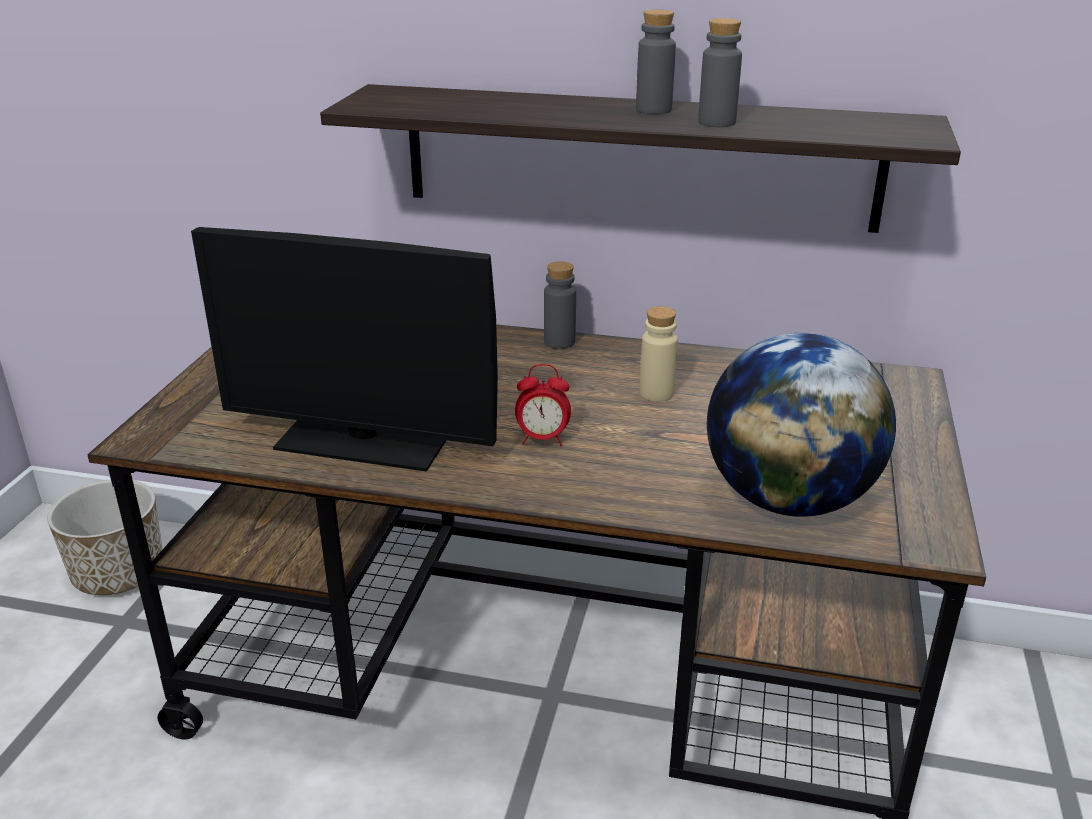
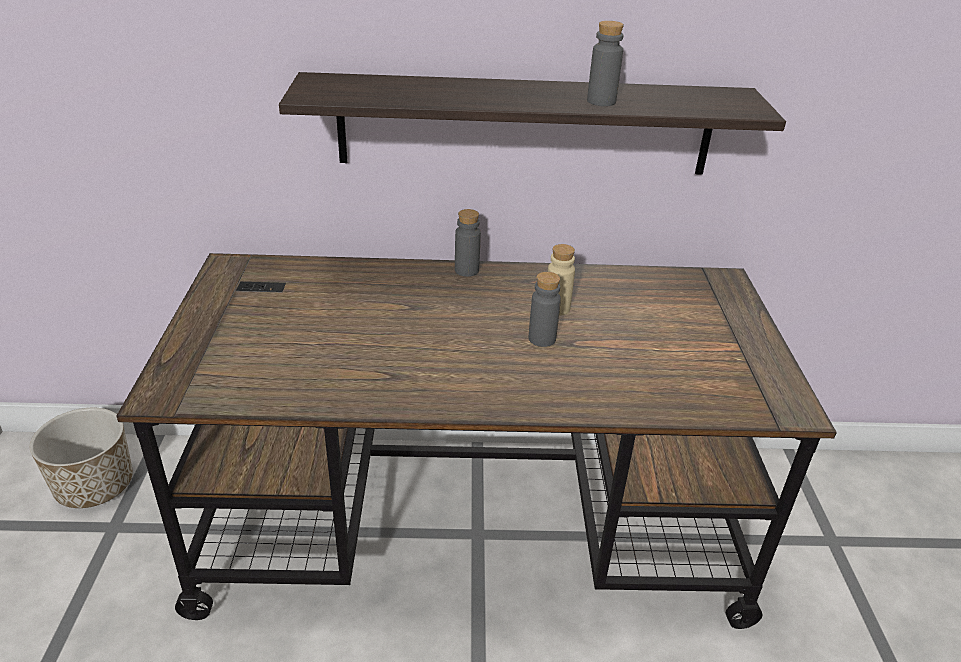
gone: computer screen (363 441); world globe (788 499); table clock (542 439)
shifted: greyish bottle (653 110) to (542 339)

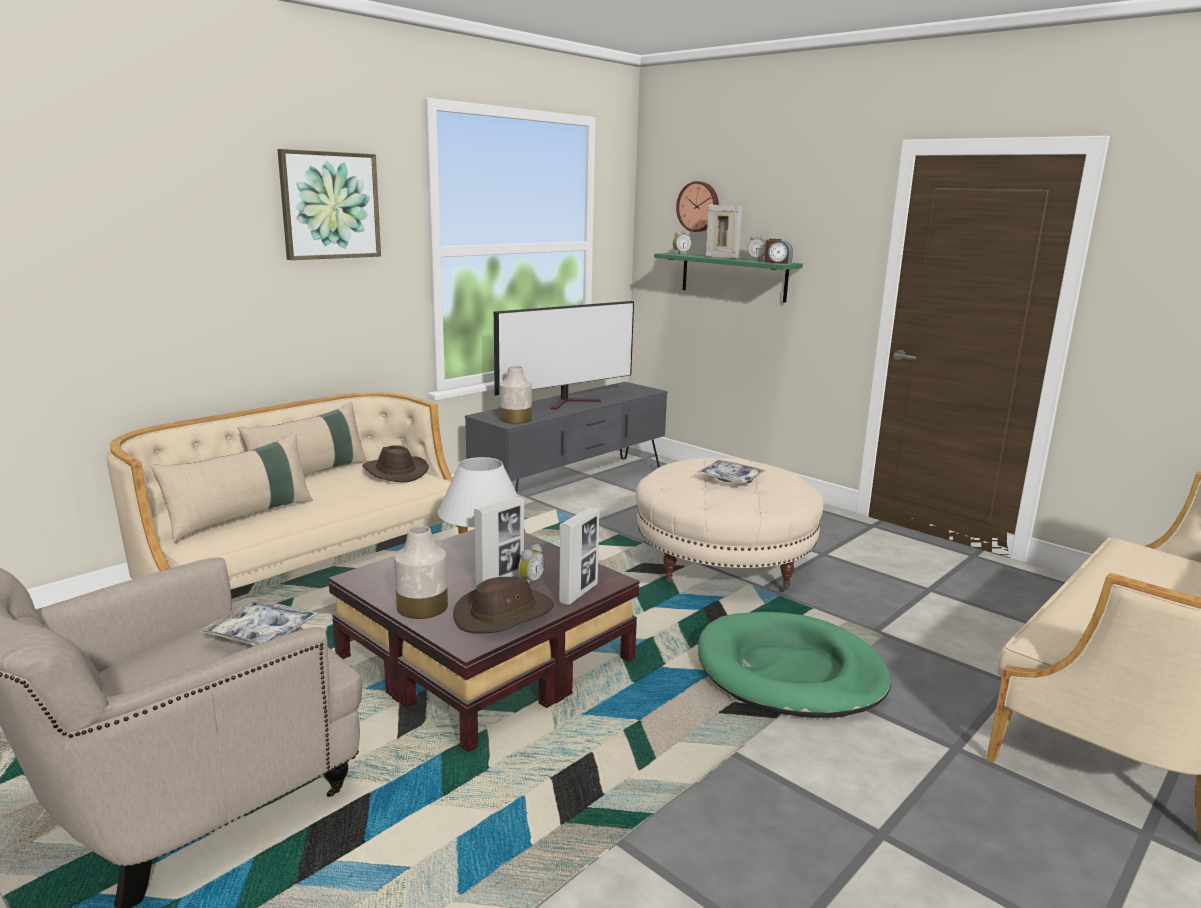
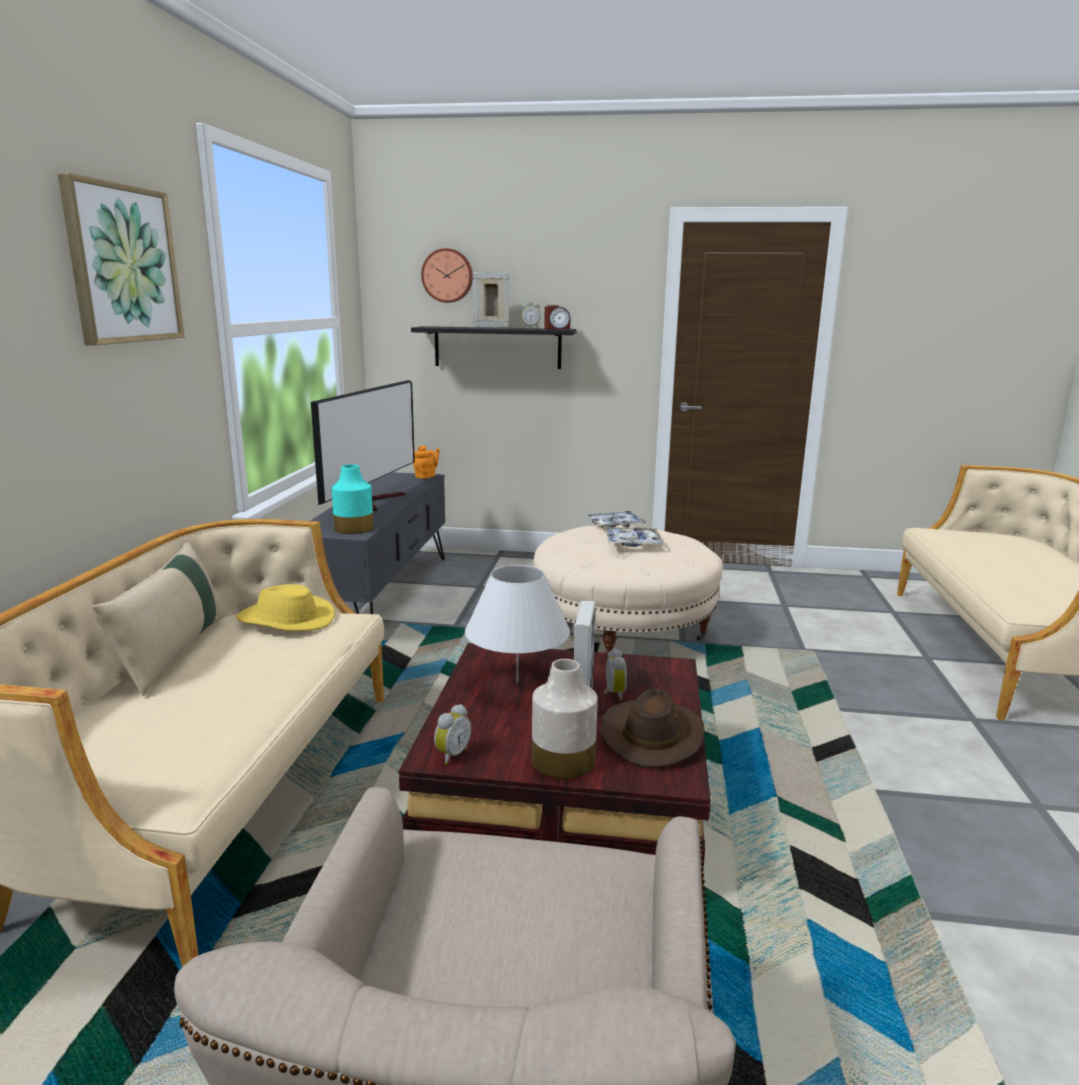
gone: sand-coloured pillow (241 517); photo frame (578 593); green dog cushion (790 672)
new: orange tea pot (426 476)
shifted: table clock (680 254) to (451 755); carrying tray (261 633) to (615 525)
repainted: green bracket shelf (733 276) to blackish bracket shelf (497 347); sand-coloured decorative vase (516 419) to blue-green decorative vase (354 528); brownish wearable hat (394 472) to yellow wearable hat (285 620)

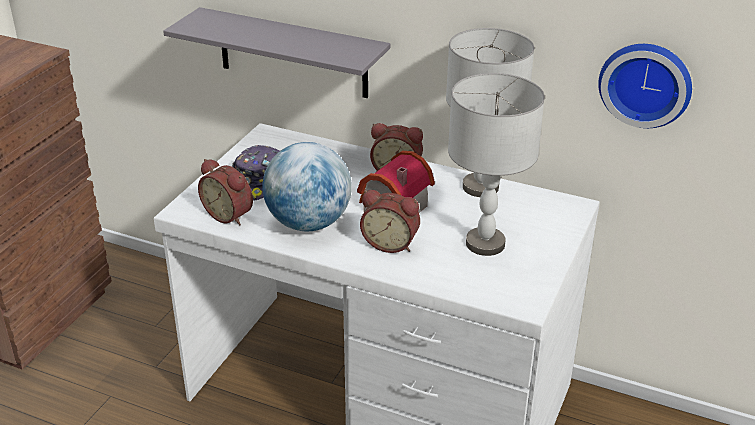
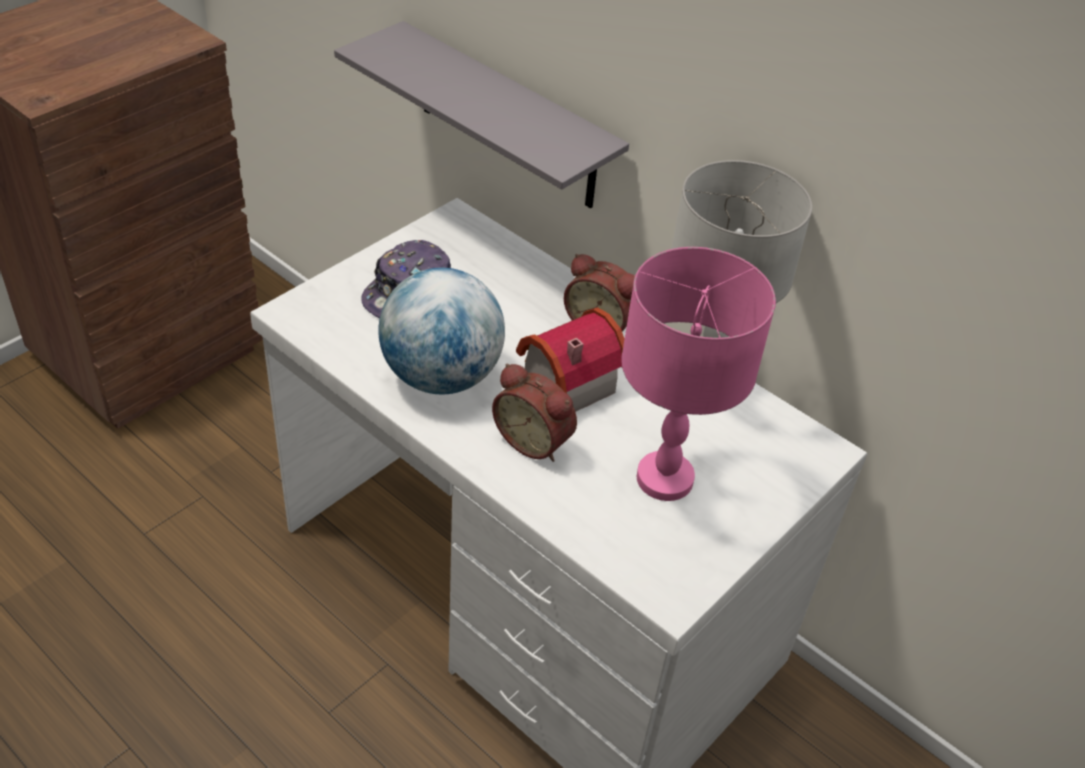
gone: wall clock (646 83); table clock (230 214)
repainted: greyish table lamp (485 244) to pink table lamp (665 480)

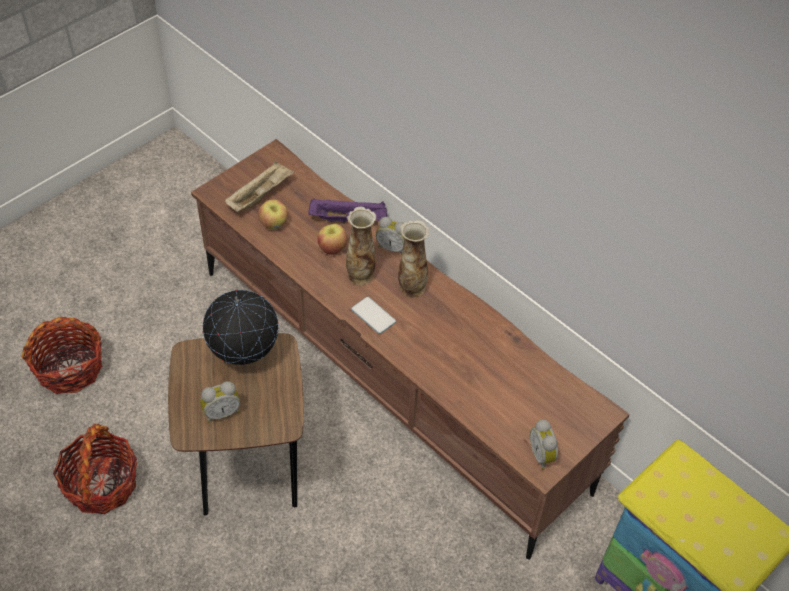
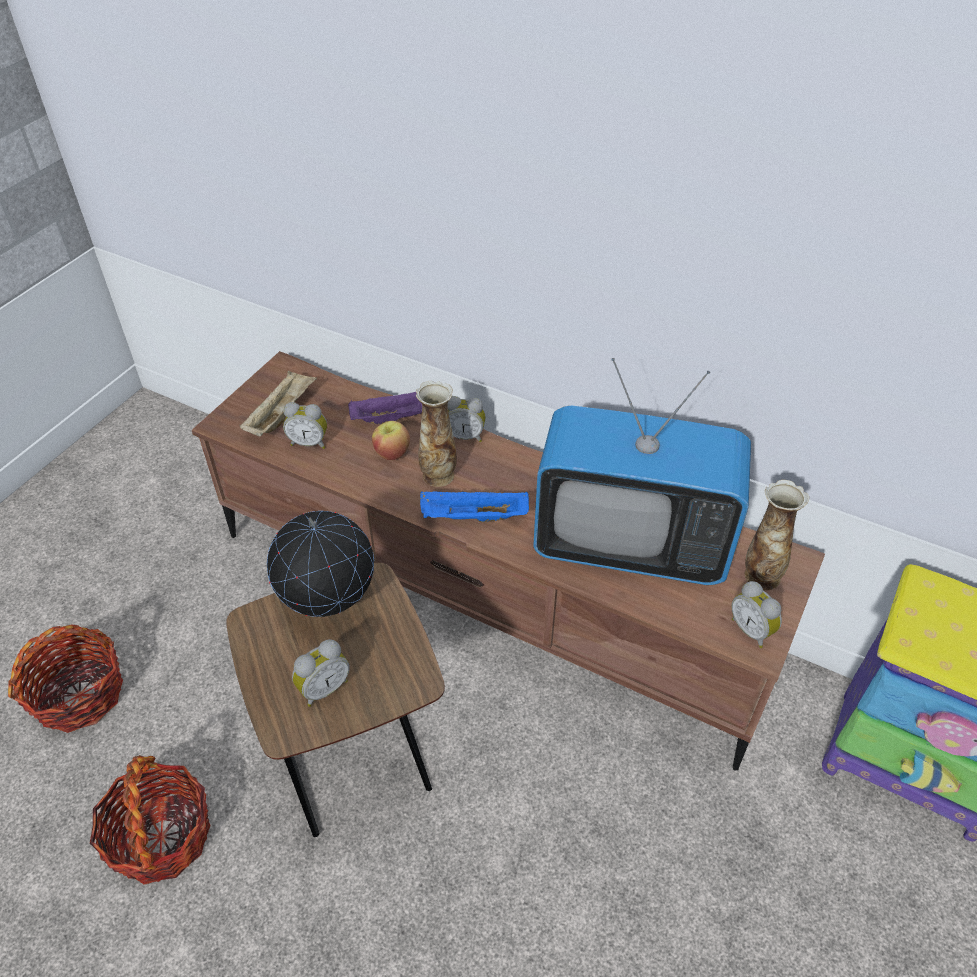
new: TV set (631 544)
shifted: decorative vase (412 287) to (760 575)
swapped: apple (274 224) to table clock (309 442); phone (373 316) to bluish carrying tray (473 518)

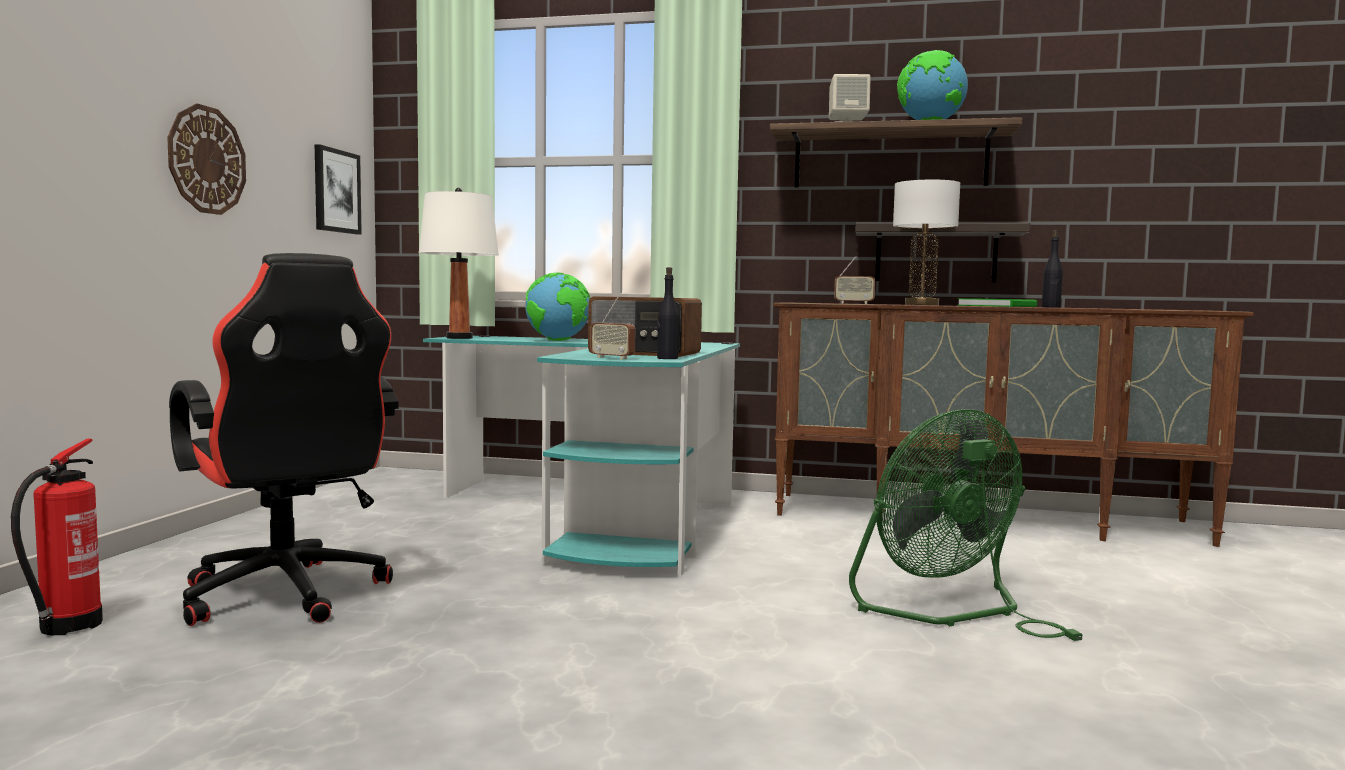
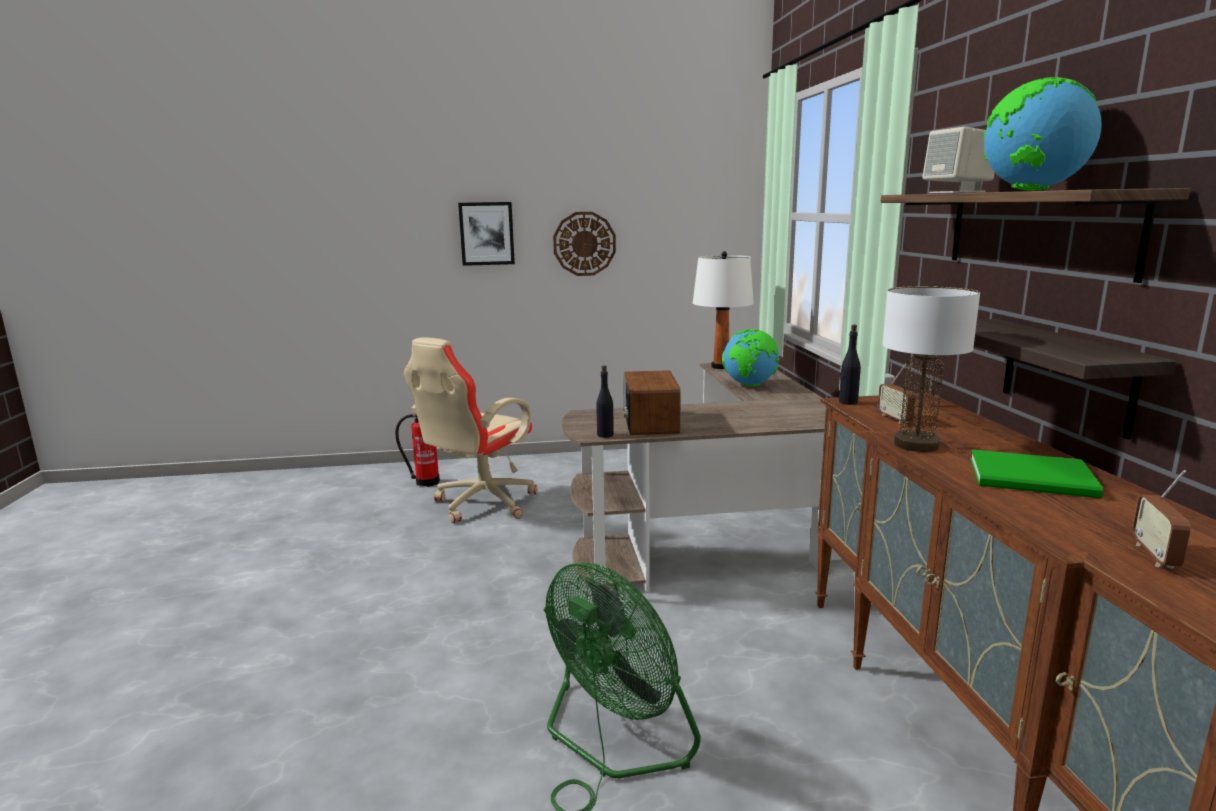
shifted: wall art (336 191) to (487 233); blackish bottle (1051 307) to (847 402); radio (612 358) to (1155 556)
repainted: blackish desk chair (288 600) to sand-coloured desk chair (479 506); blue-green desk unit (605 515) to brownish desk unit (723 536)

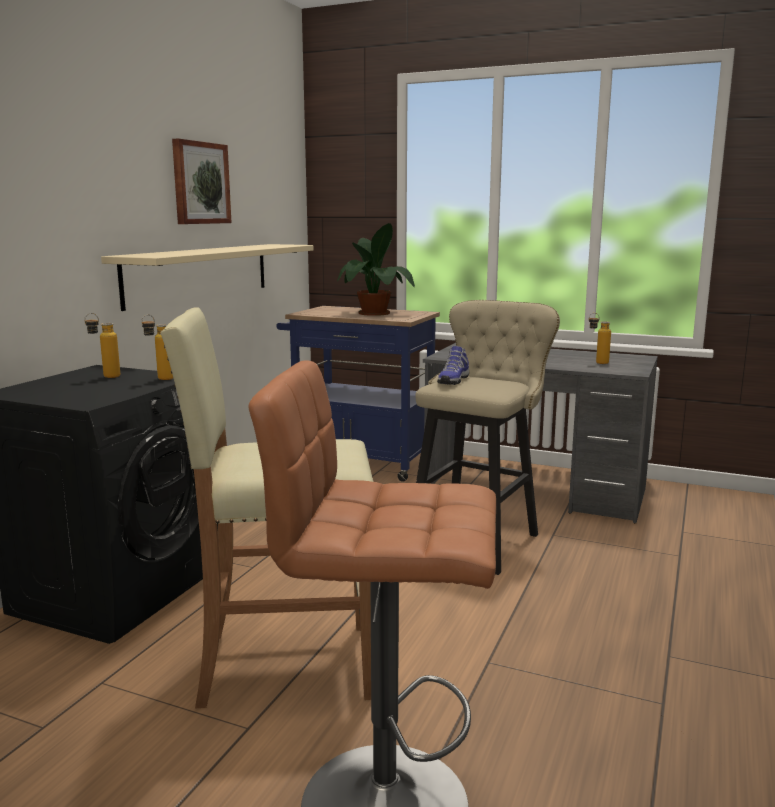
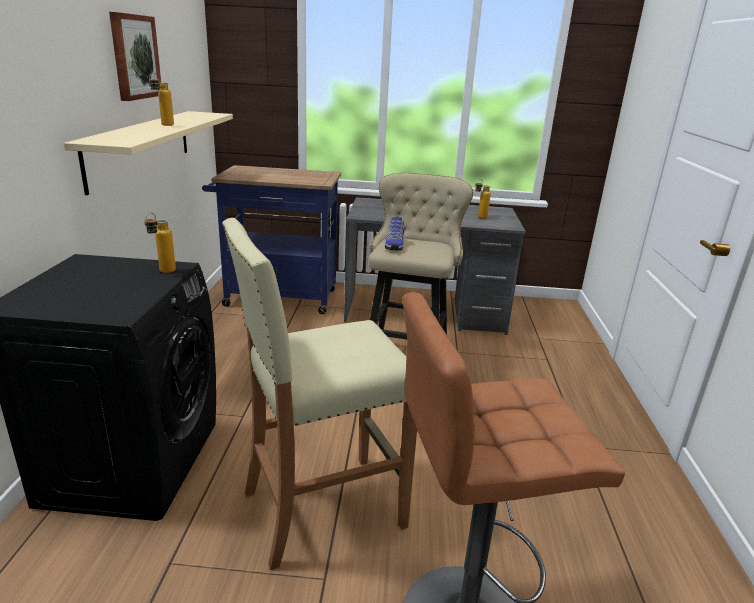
gone: plant in a pot (374 313)
shifted: bottle (105 377) to (163 125)

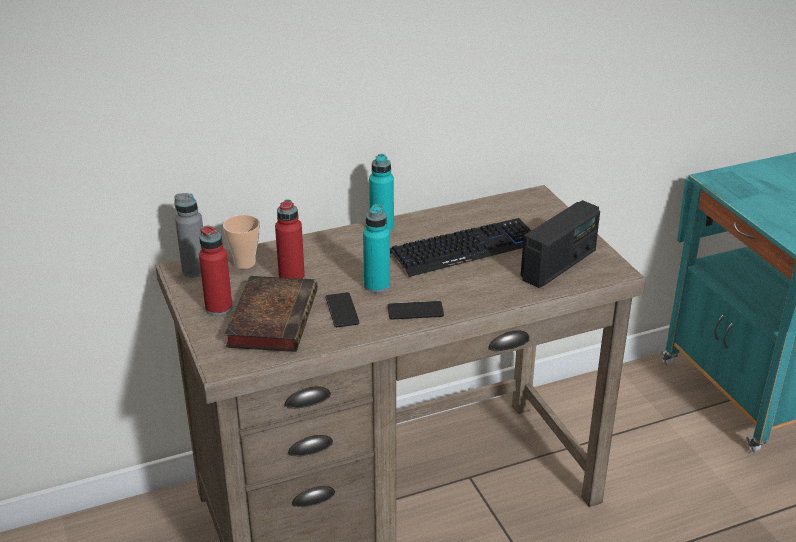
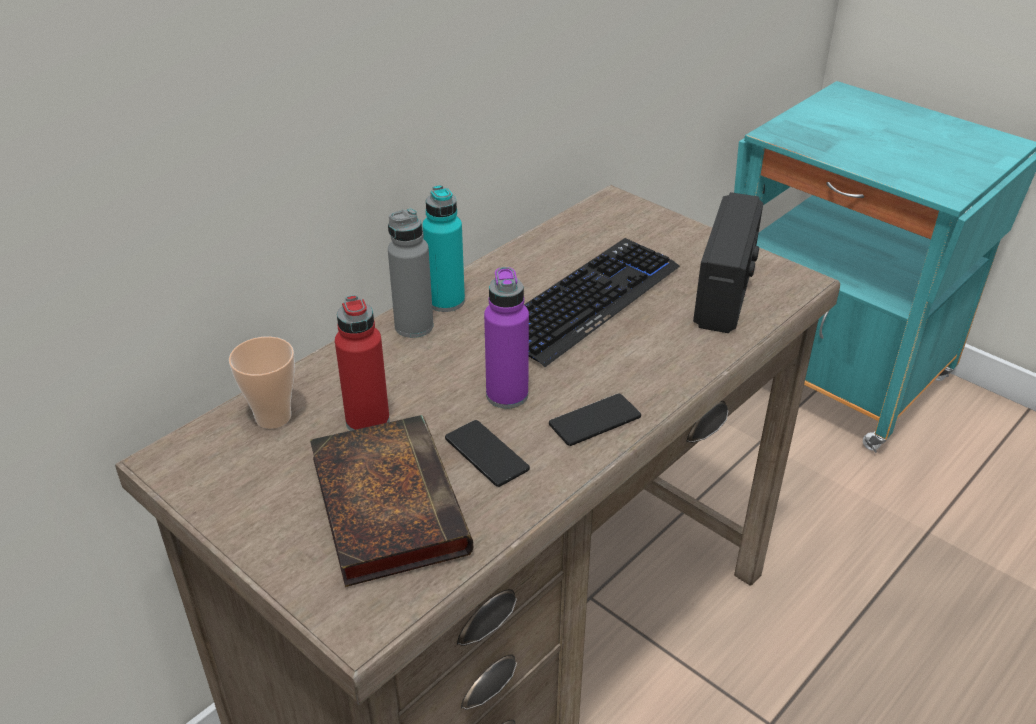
gone: red bottle (219 308)
shifted: greyish bottle (195 270) to (414 326)
repainted: blue-green bottle (377 285) to purple bottle (507 395)

